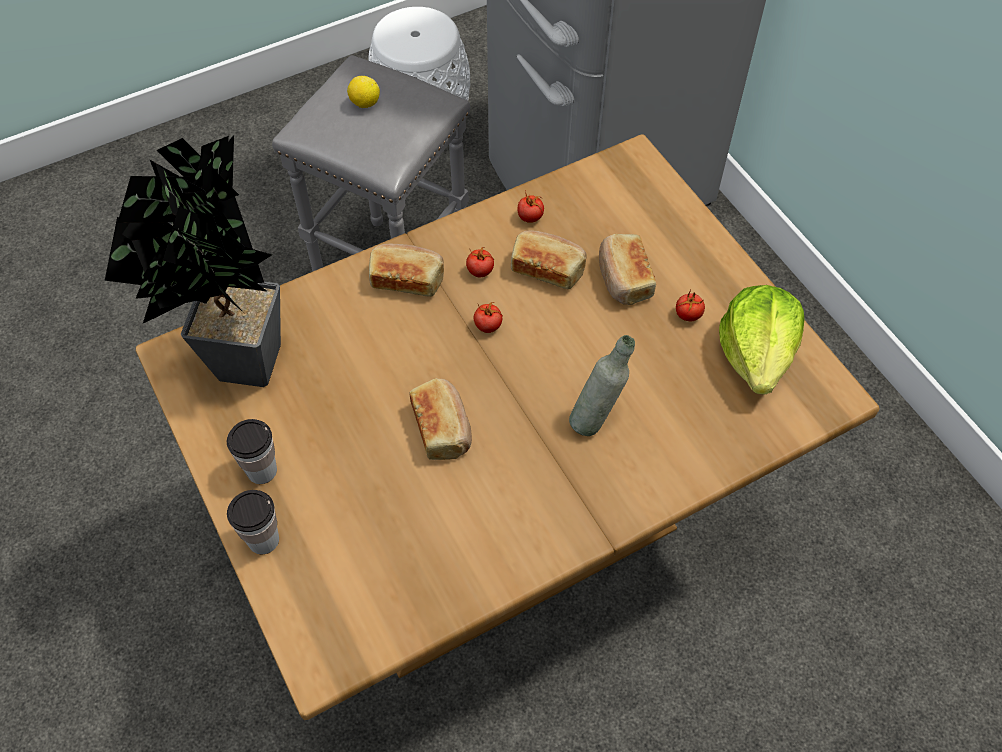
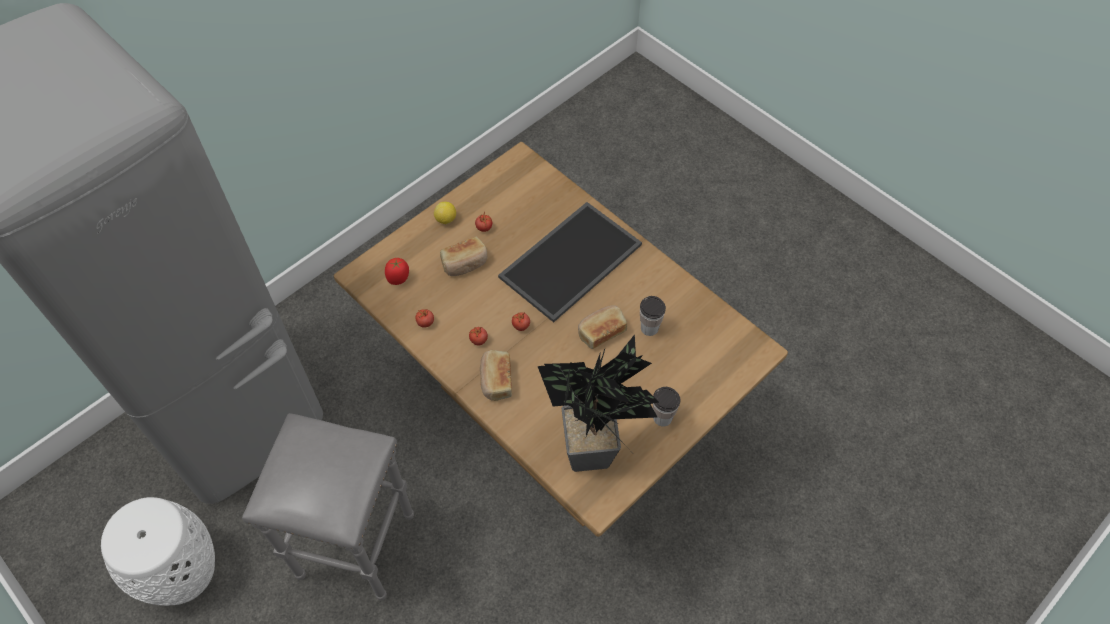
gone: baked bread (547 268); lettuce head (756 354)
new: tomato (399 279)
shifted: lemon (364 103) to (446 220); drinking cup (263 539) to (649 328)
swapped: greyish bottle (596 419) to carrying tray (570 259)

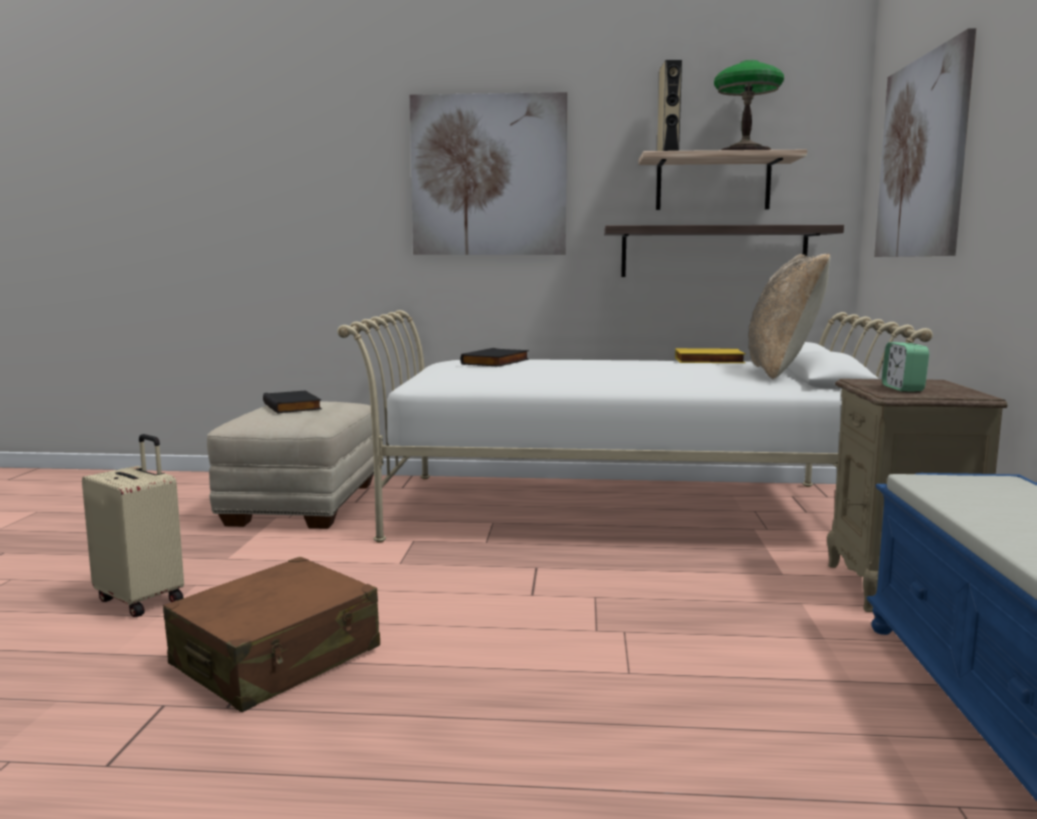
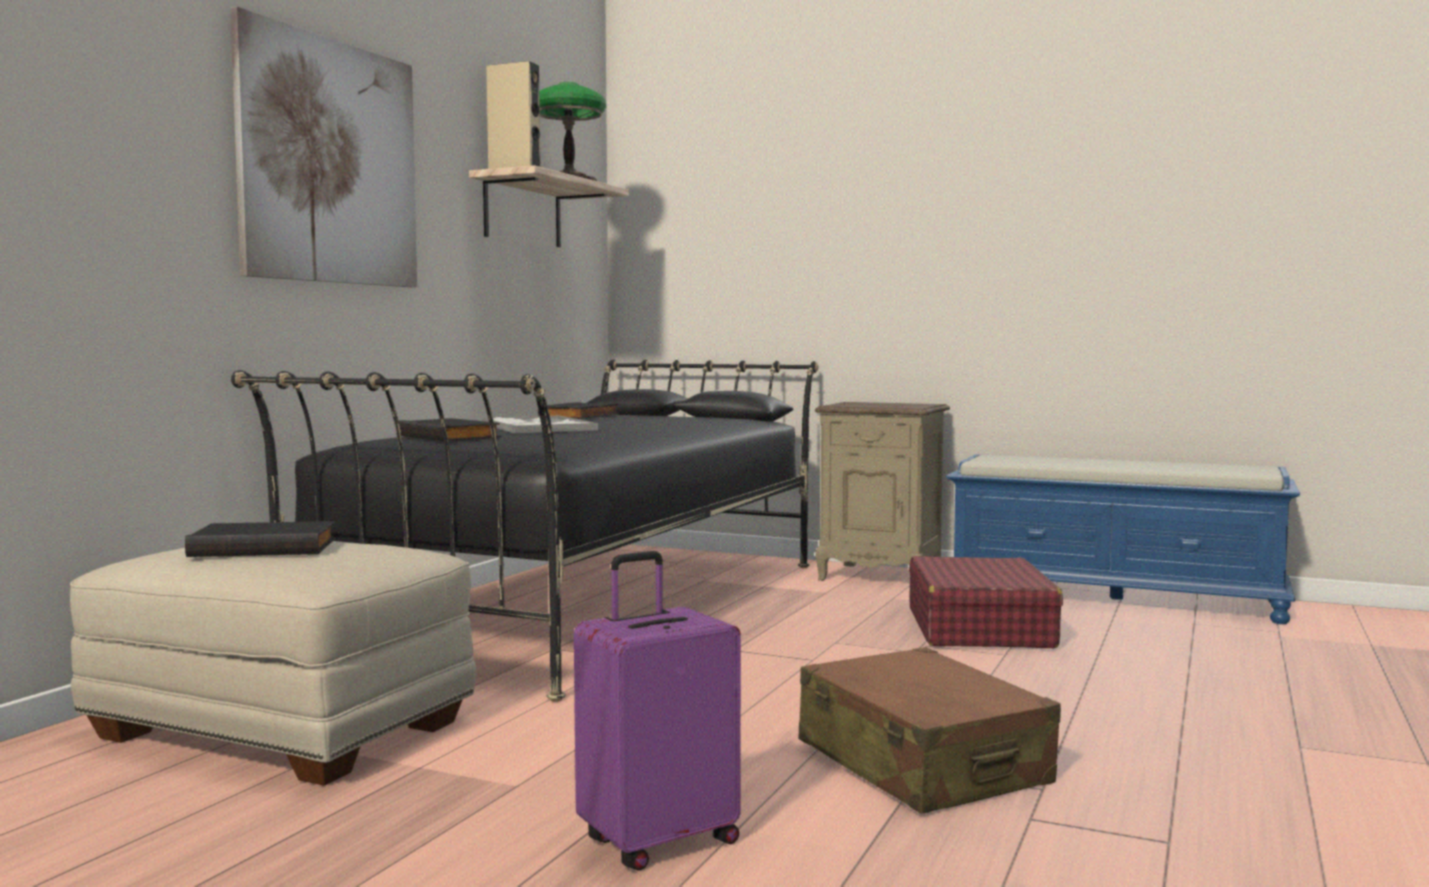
gone: wall art (921 157); bracket shelf (713 252); sand-coloured pillow (782 374); table clock (903 388)
new: carrying tray (536 427); red piece of luggage (979 628)
repainted: whitish bedroom bed (616 510) to blackish bedroom bed (584 605); yellow bound book (708 361) to blackish bound book (580 416); sand-coloured piece of luggage (142 600) to purple piece of luggage (657 841)

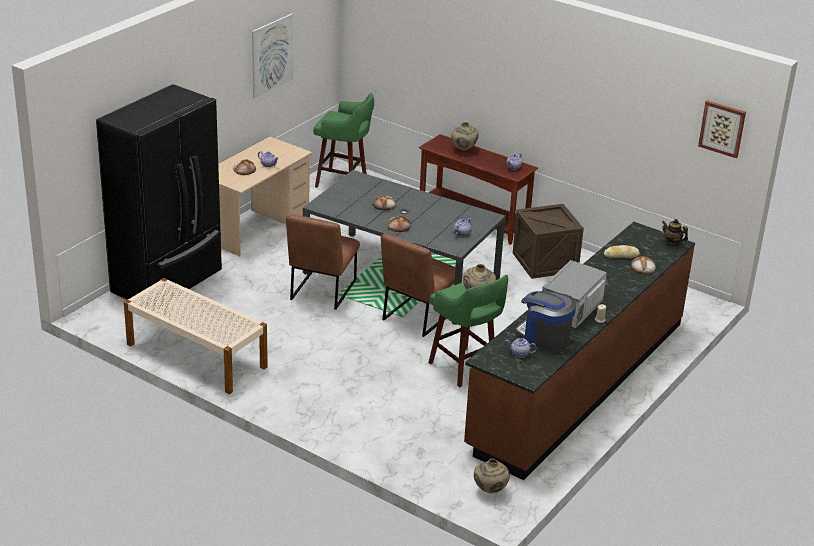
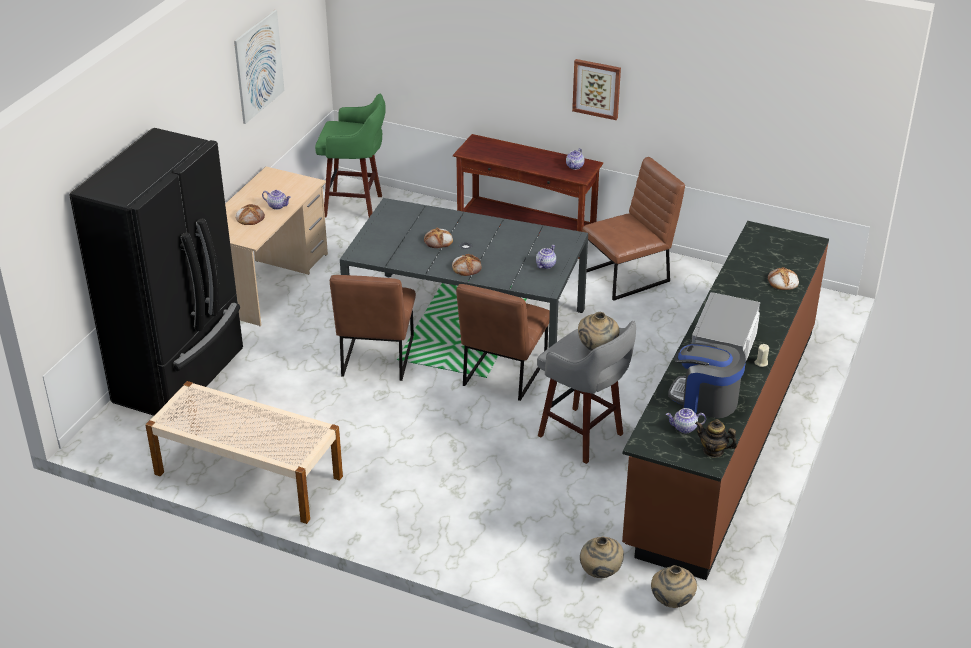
gone: baked bread (621 255)
shifted: wall art (722 128) to (597 88); sand-coloured decorative vase (463 150) to (600 574); tea pot (672 243) to (713 451)
swapped: packing crate (545 262) to brownish chair (628 276)
repainted: green stool seat (464 369) to greyish stool seat (583 437)

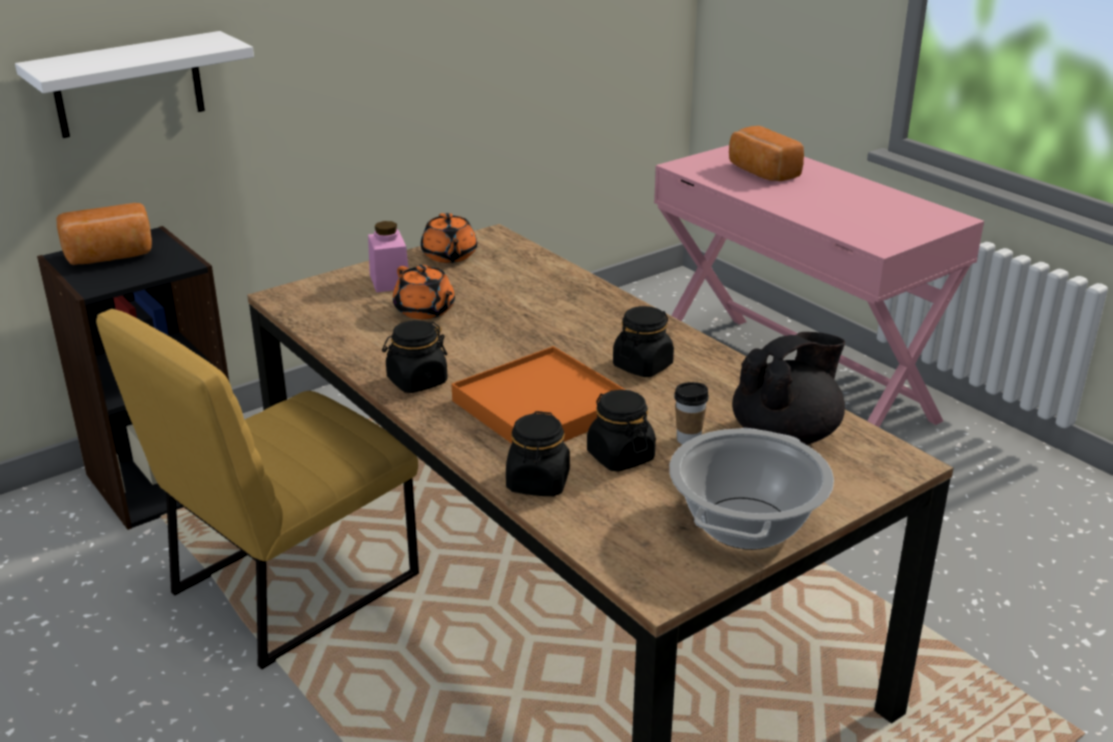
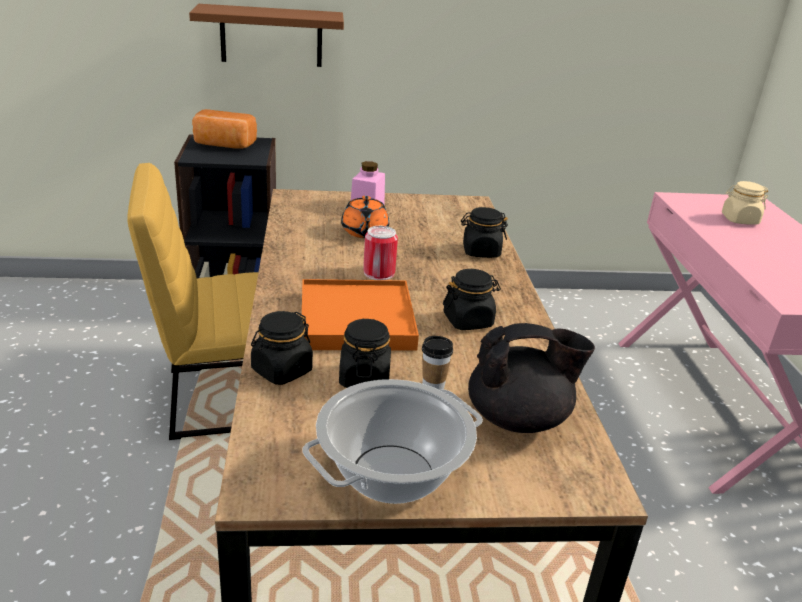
gone: orange tea pot (449 256)
new: sealed can (379 273)
shifted: blackish jar (417 381) to (481 251)
swapped: baked bread (761 172) to sand-coloured jar (739 220)
repainted: whitish bracket shelf (128 85) to brownish bracket shelf (271 36)

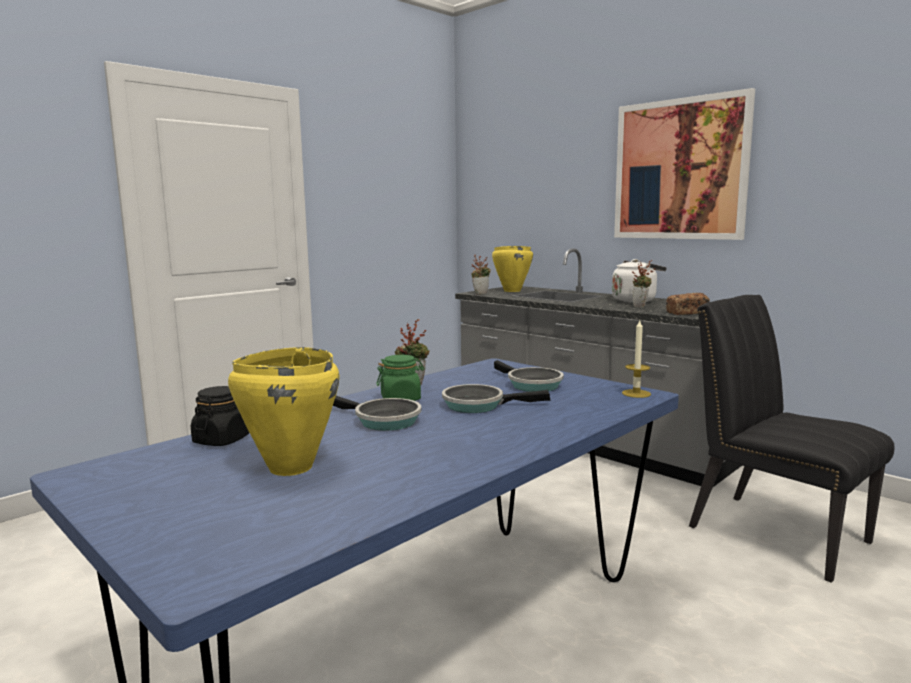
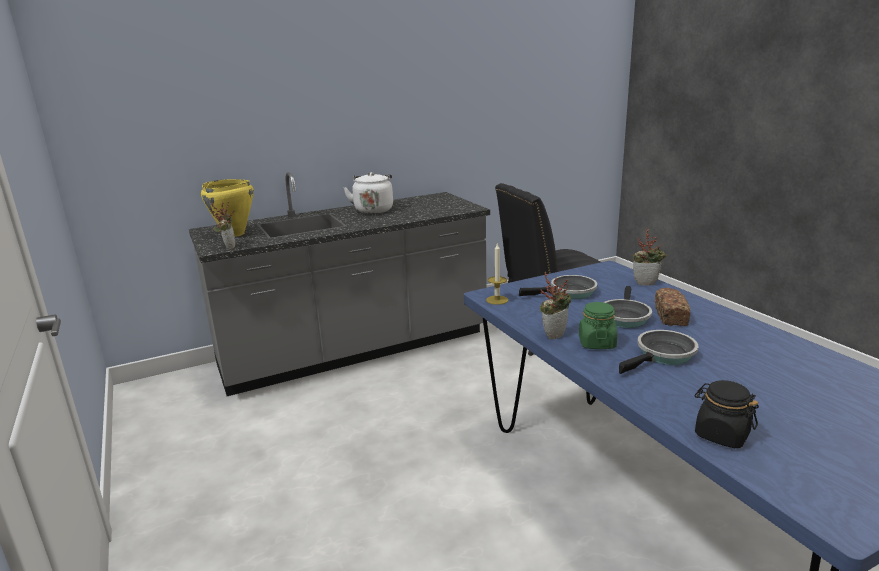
gone: wall art (679 170); yellow saucepot (289 468)
shifted: plant in a pot (641 307) to (646 283); baked bread (687 313) to (670 317); wax light (636 393) to (497 300)

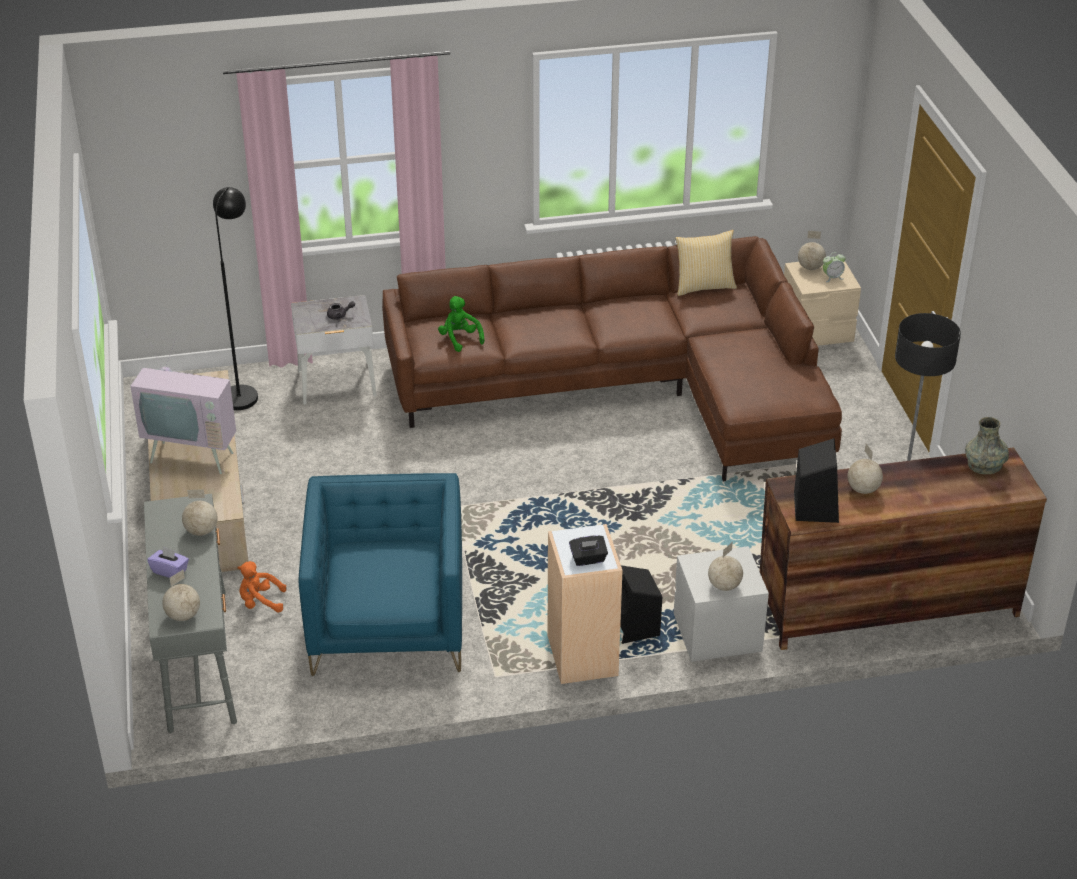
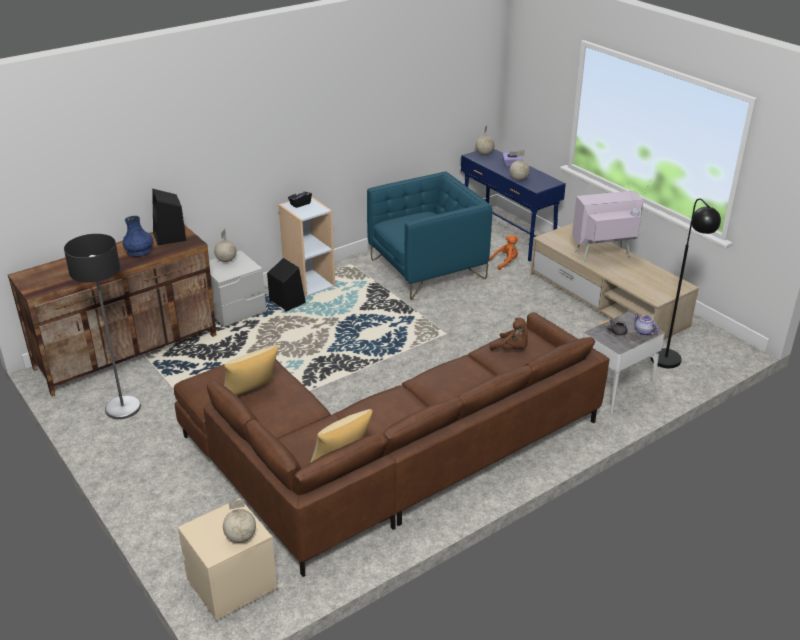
gone: table clock (832 277); greyish decorative vase (984 464)
new: tea pot (643 332); pillow (252 395)
swapped: world globe (863 490) to bluish decorative vase (139 251)
repainted: green plush toy (460 339) to brownish plush toy (512 349); greyish hall table (199 660) to bluish hall table (506 236)
rotated: bluish armchair (388 625) = (427 270) 90 degrees counterclockwise

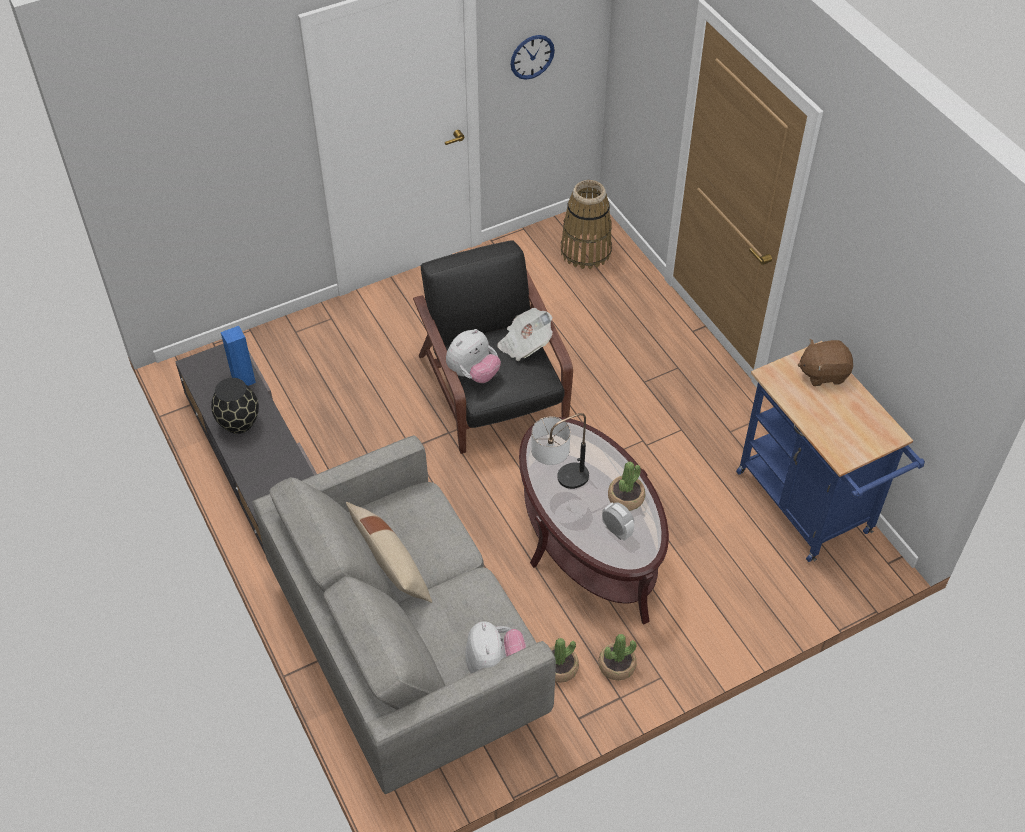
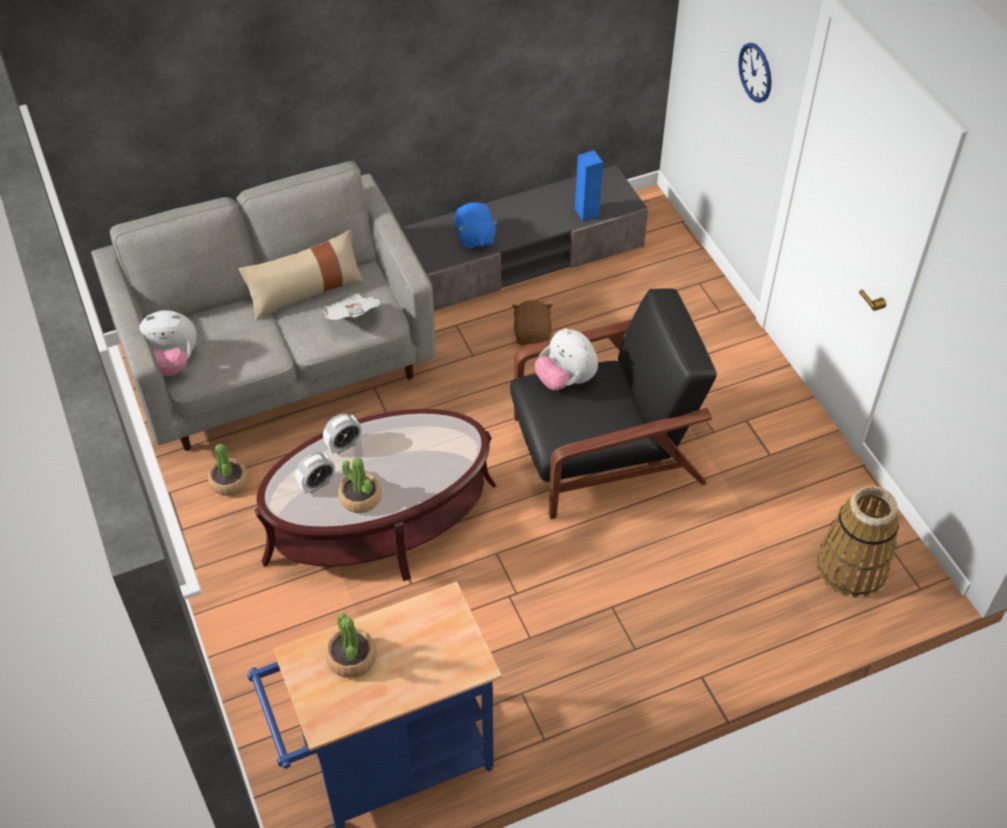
gone: blackish decorative vase (238 422); table lamp (559 482)
new: bluish plush toy (475 238); table clock (344 445)
shifted: wall clock (532 56) to (755 72); daily paper (525 344) to (353 317); brownish plush toy (823 373) to (532 334); plant in a pot (616 665) to (351 658)

